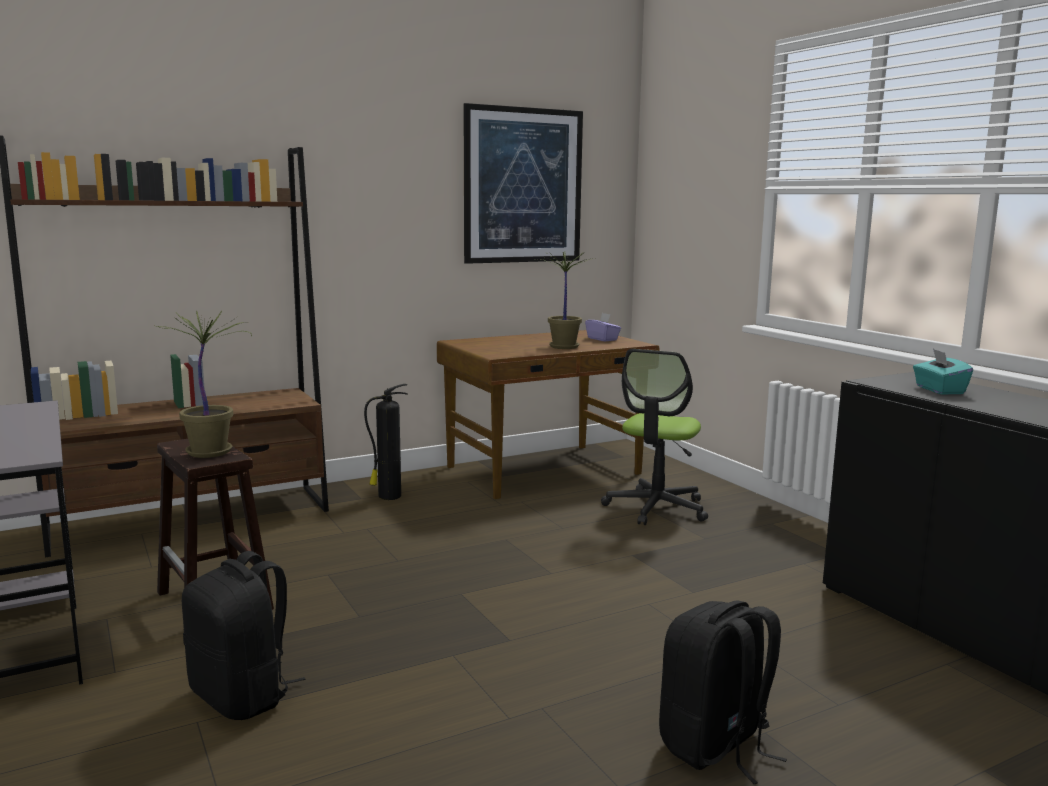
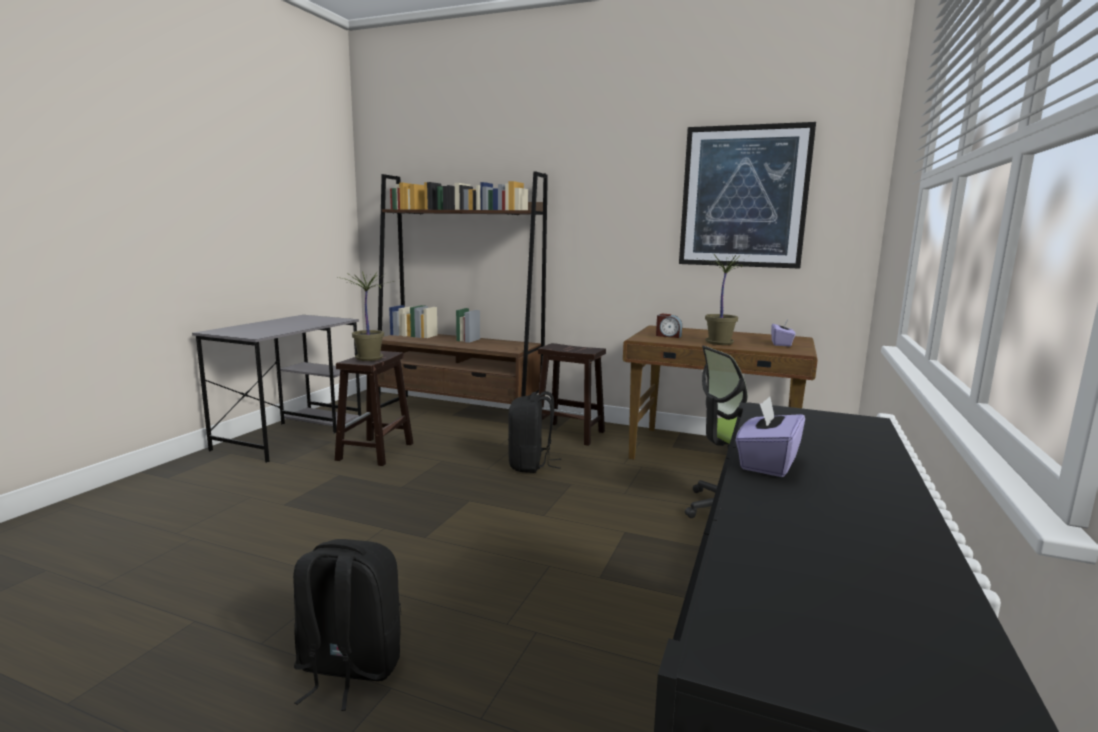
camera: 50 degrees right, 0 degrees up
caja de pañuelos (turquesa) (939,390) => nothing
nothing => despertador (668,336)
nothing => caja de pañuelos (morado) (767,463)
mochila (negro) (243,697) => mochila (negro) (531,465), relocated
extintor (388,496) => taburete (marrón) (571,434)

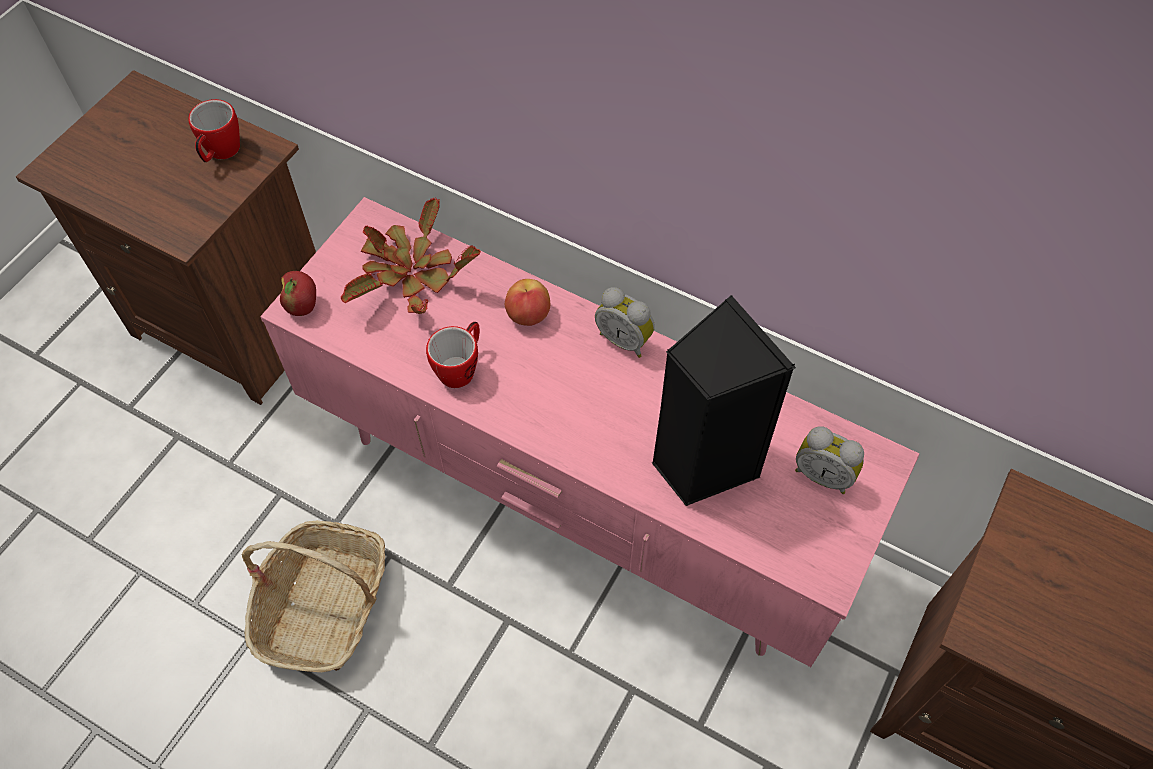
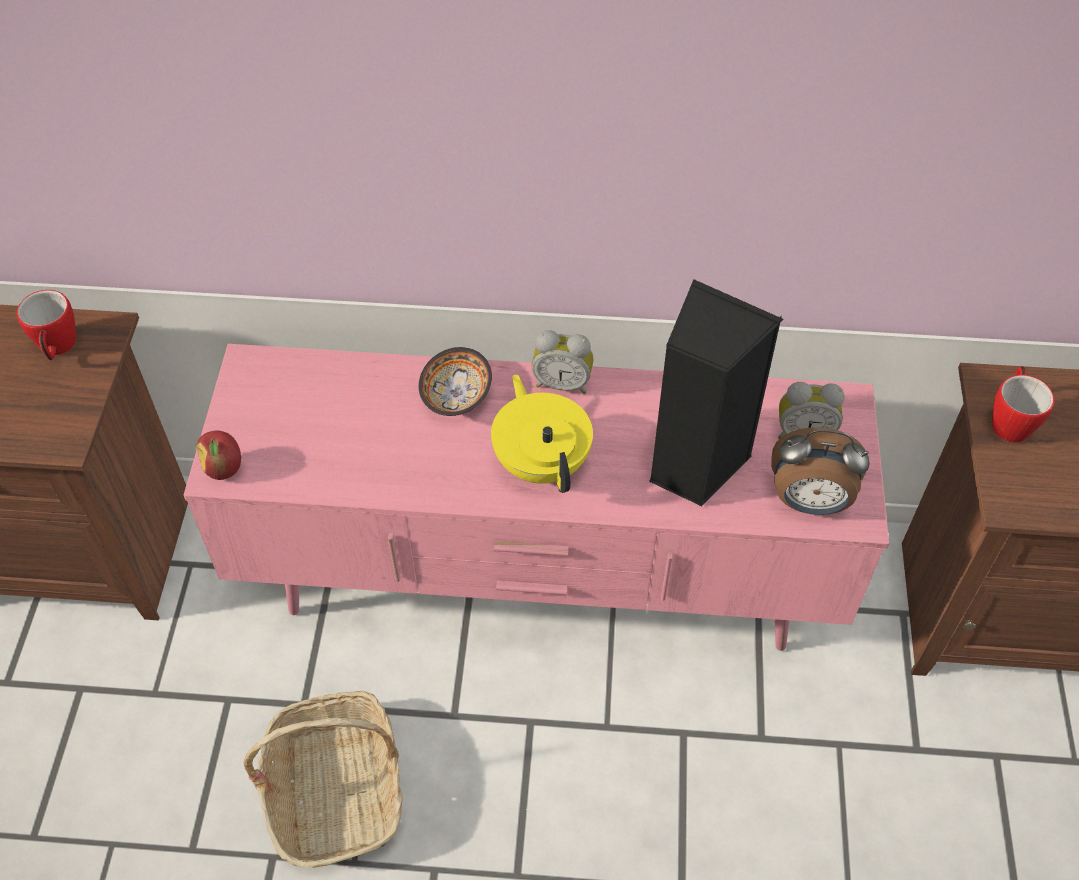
camera: 25 degrees left, 5 degrees down
planta en maceta (410,275) => nothing
nothing => tetera (amarillo) (542,461)
nothing => despertador (809,502)
taza grande (461,367) => taza grande (1010,420), relocated
manzana (528,315) => cuenco (458,394)

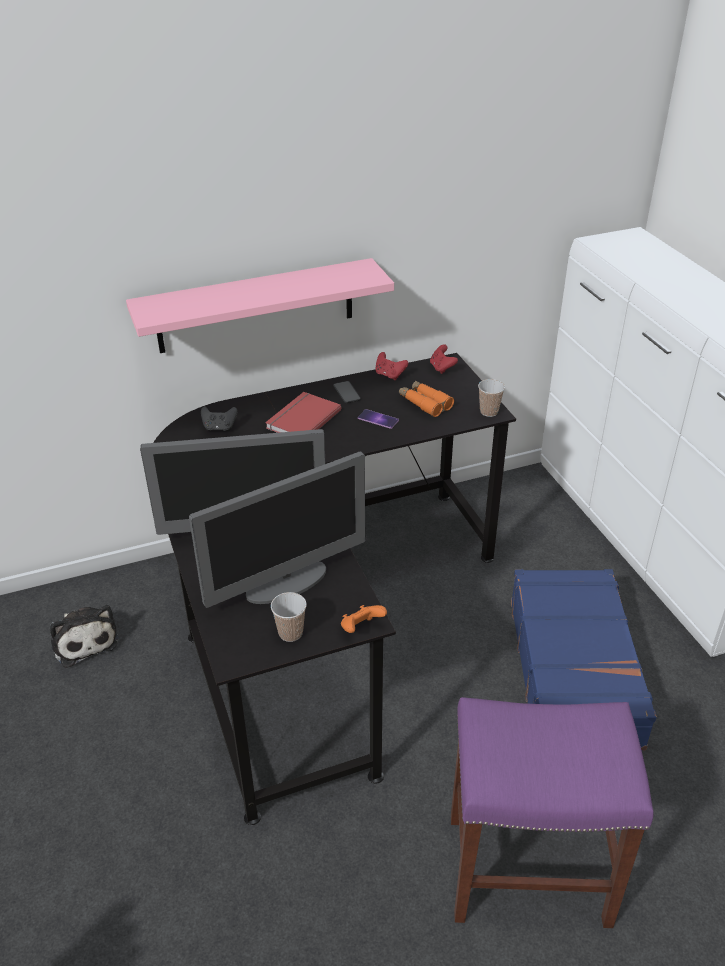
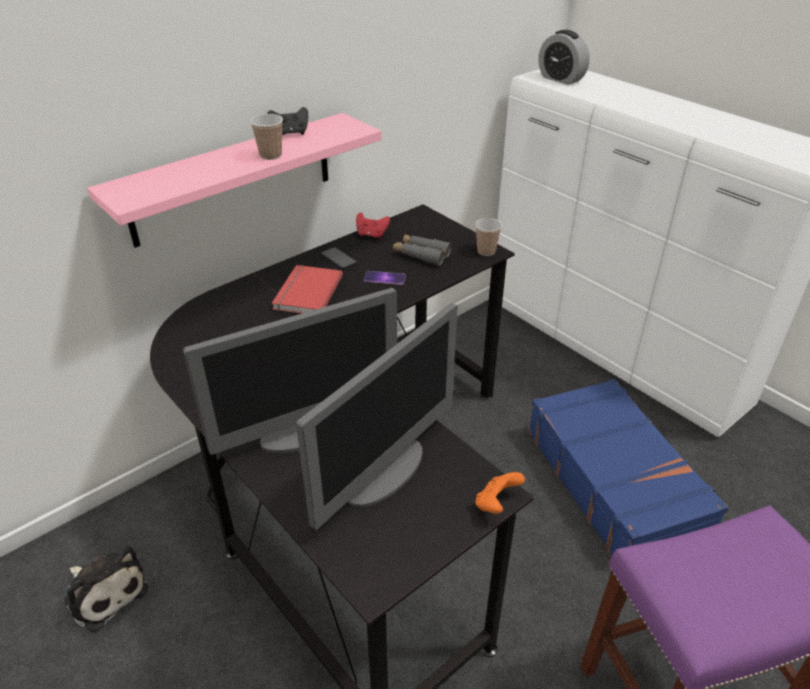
camera: 20 degrees left, 0 degrees up
mando de consola (rojo) (442,368) => nothing
nothing => despertador (560,79)
mando de consola (negro) (219,428) => mando de consola (negro) (290,133), relocated
taza (290,633) => taza (270,155), relocated
prismáticos (naranja) (425,403) => prismáticos (gris) (421,254)

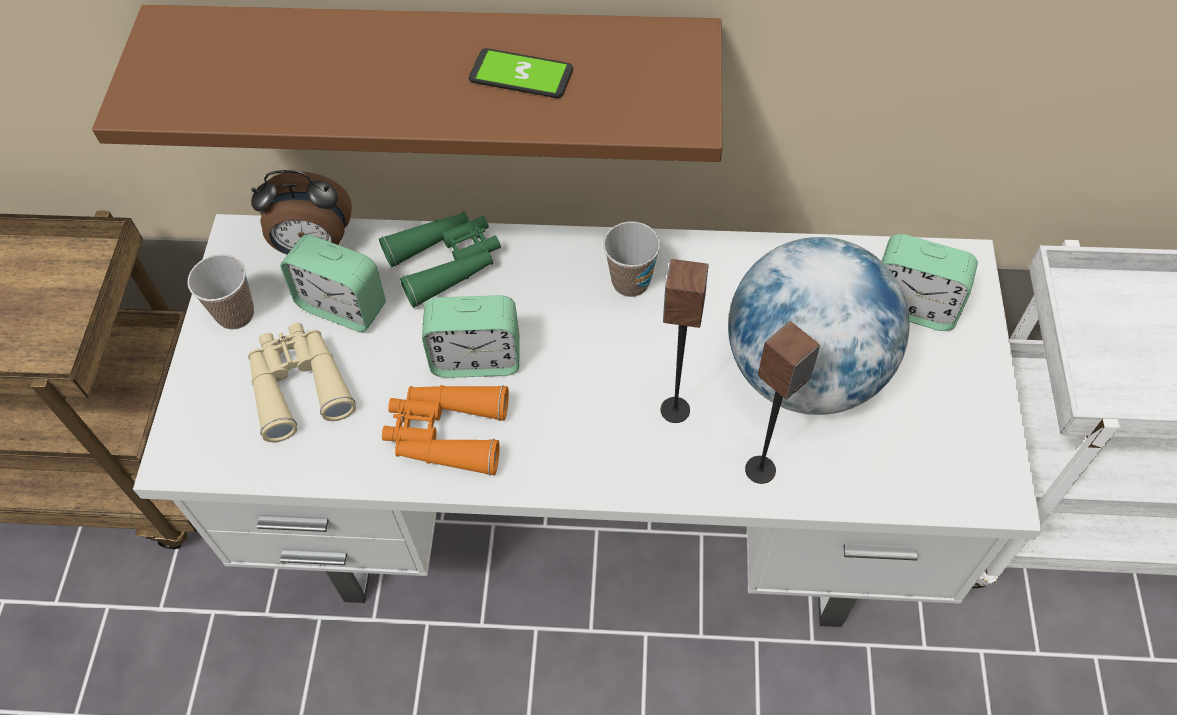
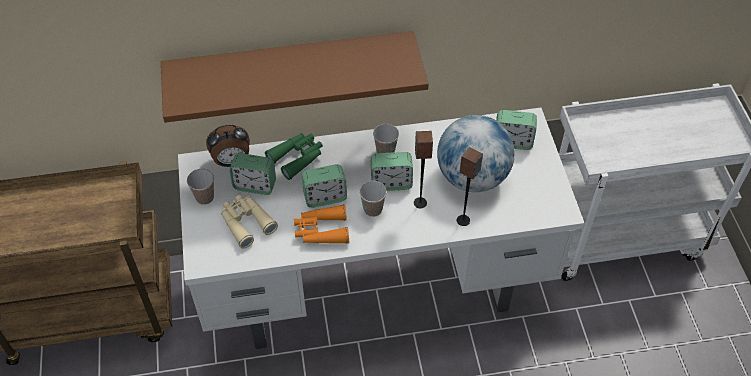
camera: 15 degrees left, 5 degrees down
móvil (521,75) => nothing
nothing => taza (373,209)
nothing => despertador (391,183)

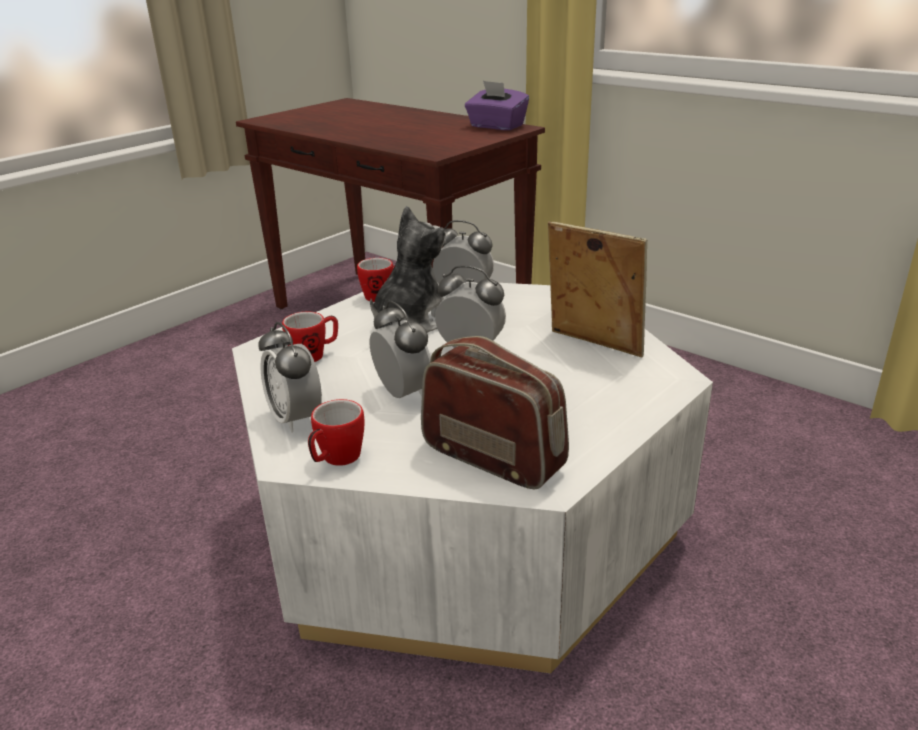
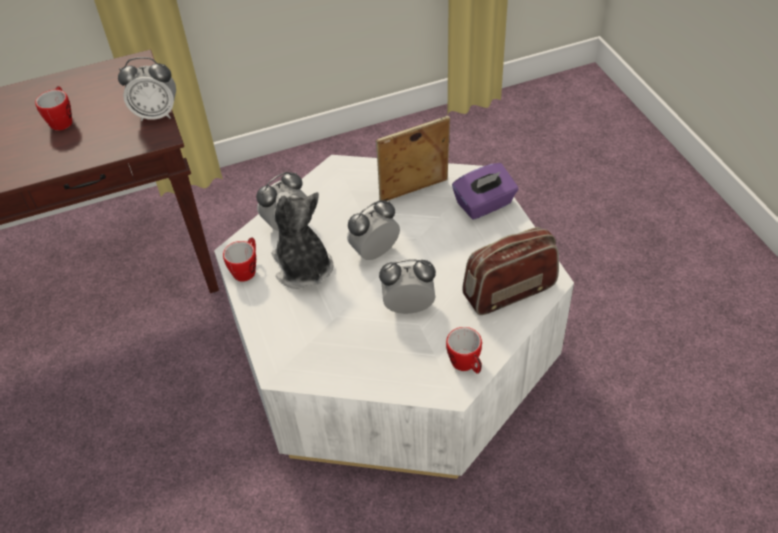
camera: 60 degrees left, 20 degrees up
despertador (295,418) => despertador (157,114), relocated
taza grande (314,355) => taza grande (62,120), relocated
caja de pañuelos (morado) (496,126) => caja de pañuelos (morado) (484,204), relocated

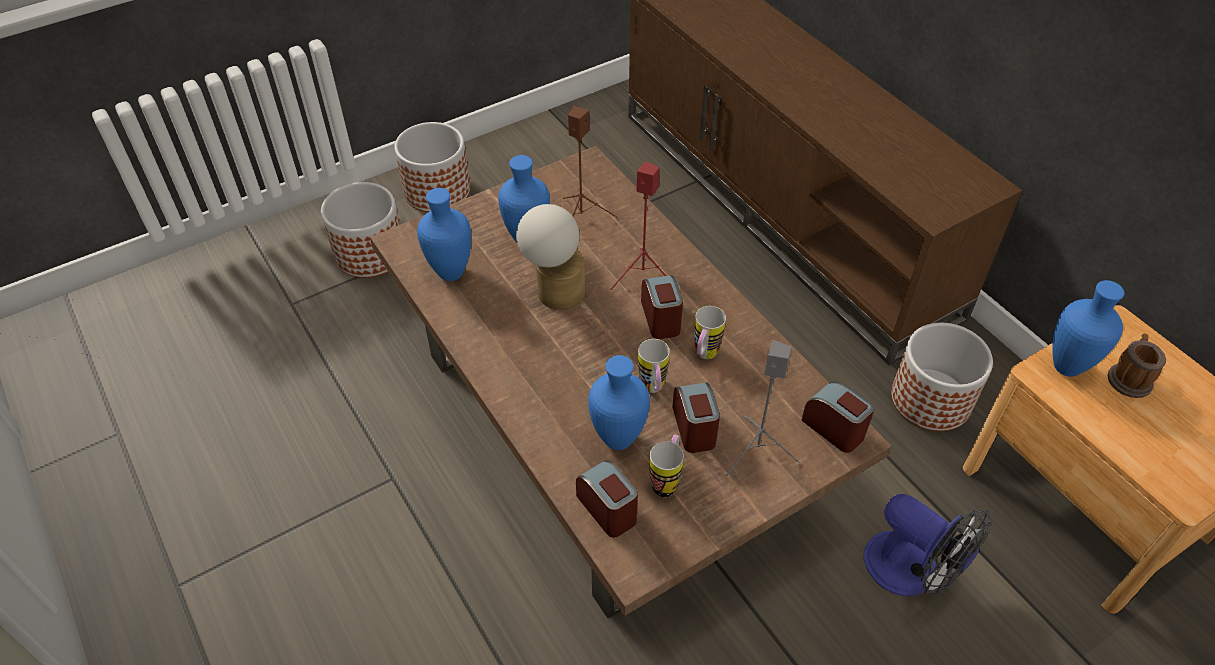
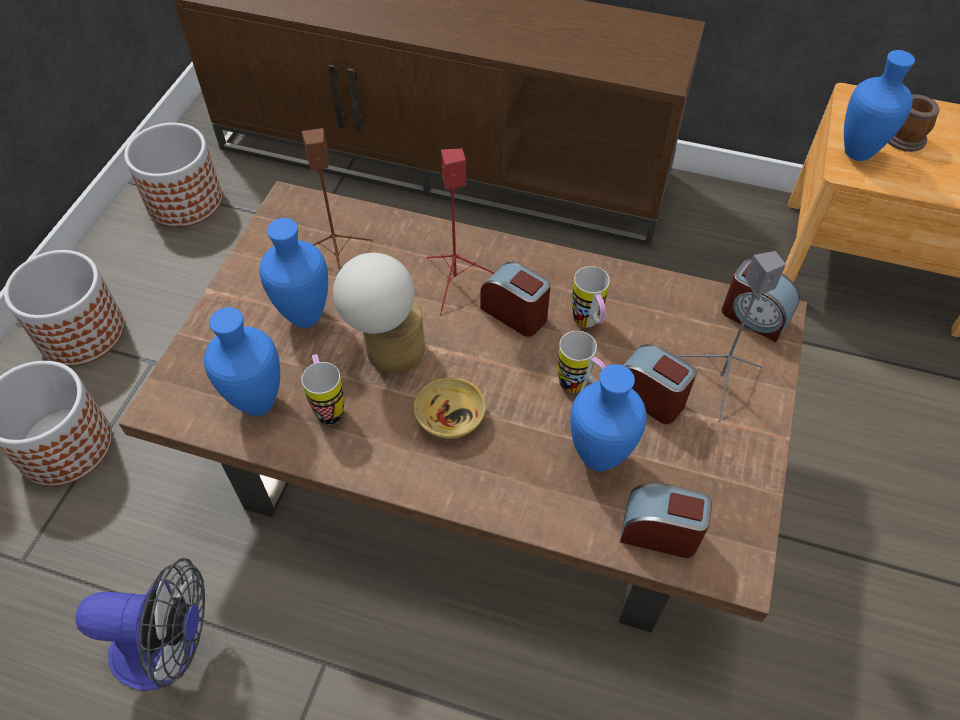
camera: 40 degrees left, 5 degrees up
nothing => cuenco (beis) (450,416)
taza grande (667,480) => taza grande (328,406), relocated
ventilador (912,572) => ventilador (169,649), relocated
maceta (931,400) => maceta (186,201), relocated
despertador (834,428) => despertador (754,317), 150 degrees counterclockwise

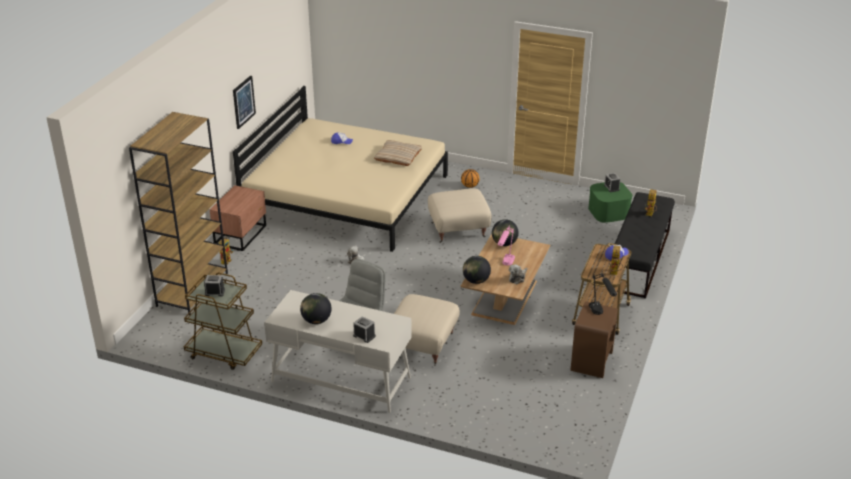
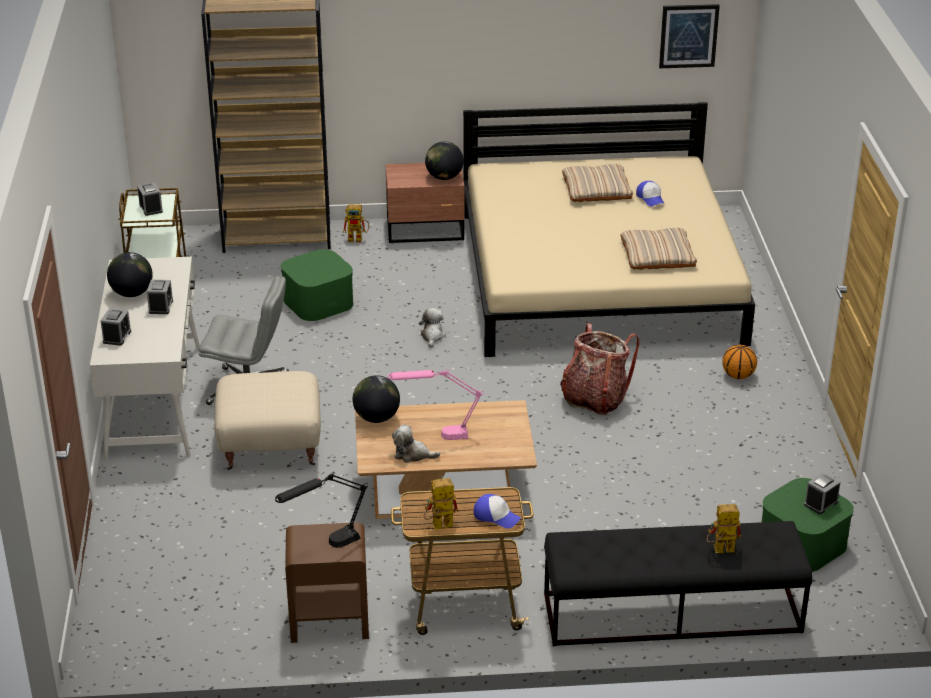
camera: 65 degrees right, 0 degrees up
nothing => despertador (161,306)
nothing => caja de almacenaje (verde) (318,301)
nothing => cojín (beis) (596,189)
cuadro (243,102) => cuadro (688,35), relocated
globo terráqueo (504,243) => globo terráqueo (444,177), relocated
puf (beis) (458,230) => mochila (595,399)

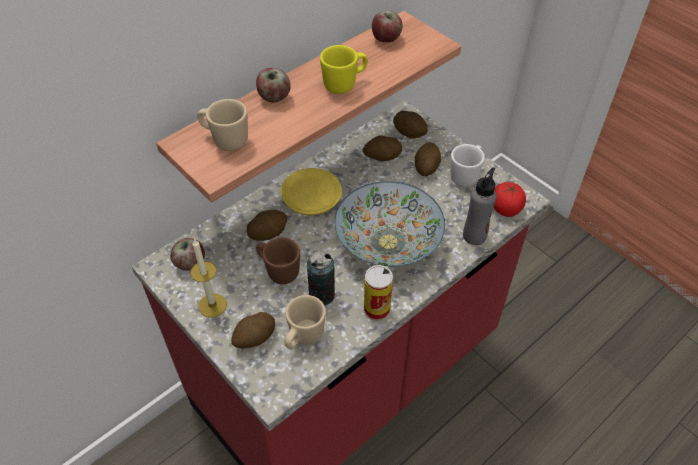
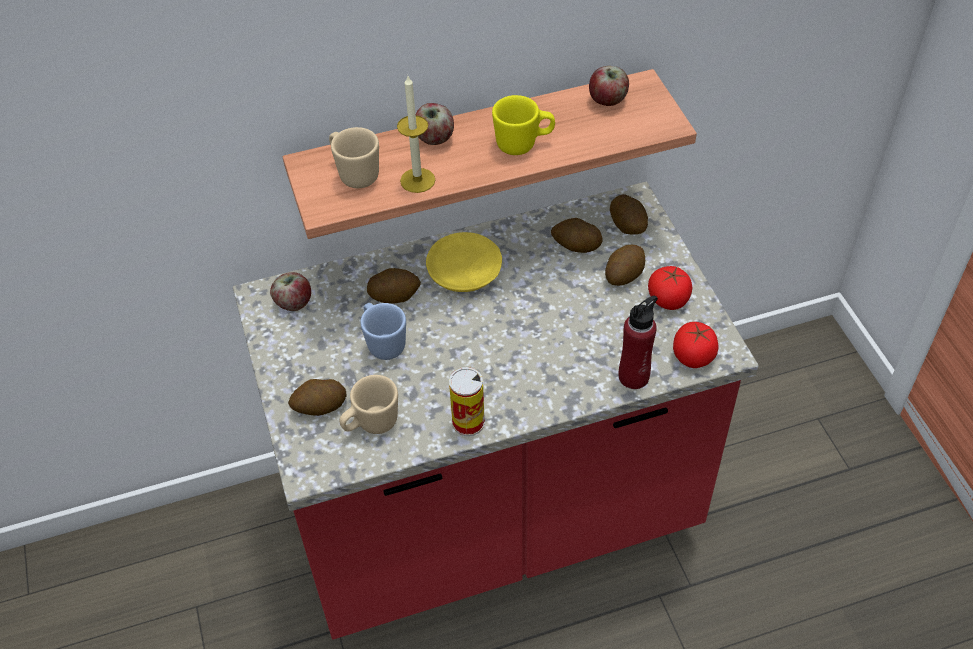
camera: 25 degrees right, 0 degrees up
lata (322,295) => nothing
cuenco (388,242) => nothing
vela (212,305) => vela (417,180), relocated
taza grande (blanco) (466,175) => tomate (668,299)
taza grande (marrón) (278,271) => taza grande (azul) (383,342)
botella (gris) (474,236) => botella (rojo) (634,376)

